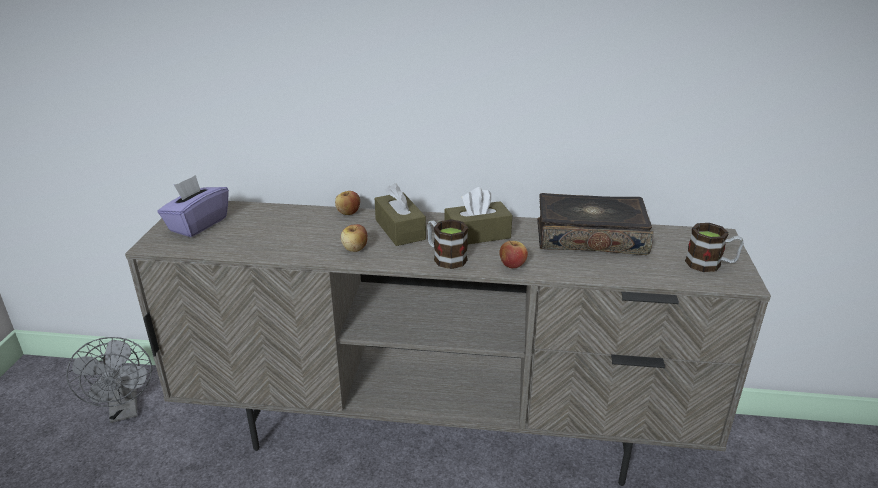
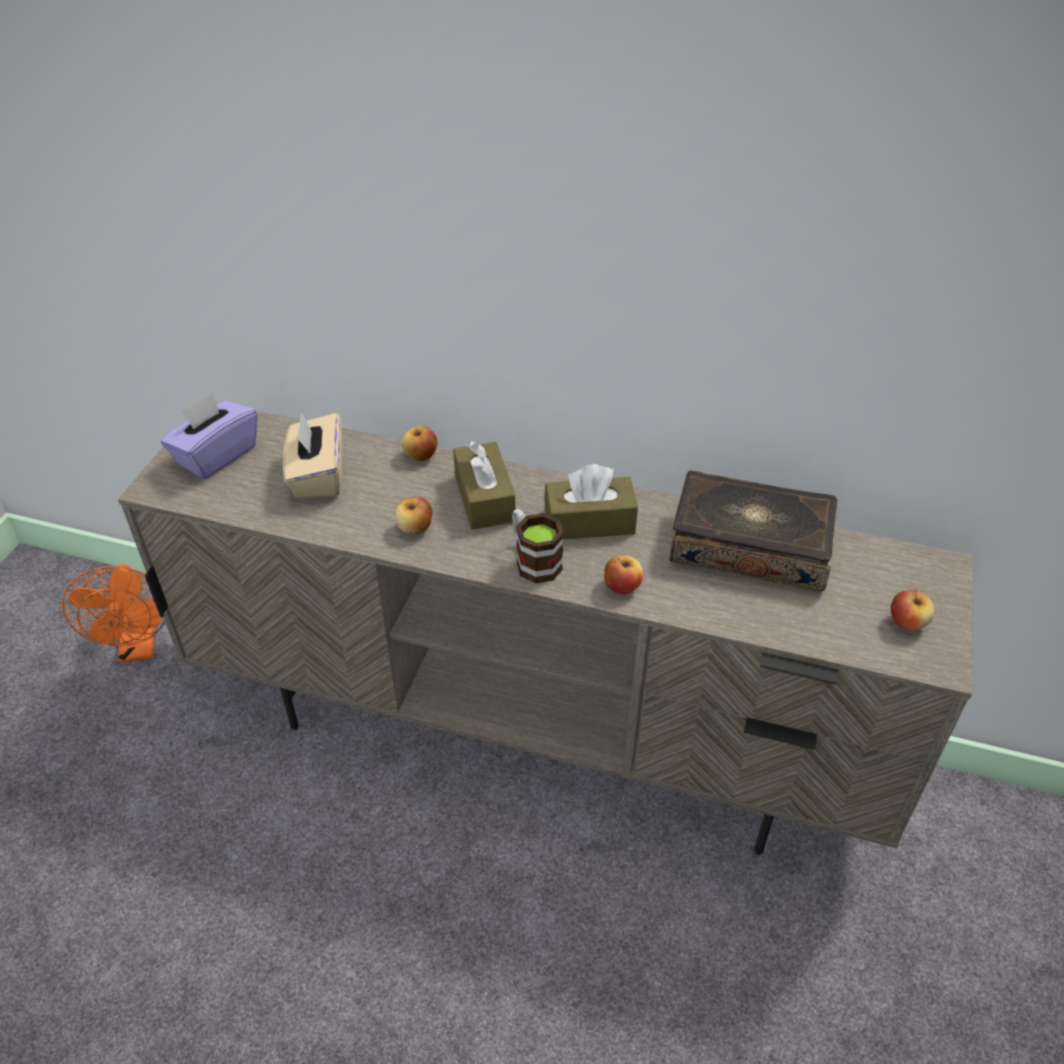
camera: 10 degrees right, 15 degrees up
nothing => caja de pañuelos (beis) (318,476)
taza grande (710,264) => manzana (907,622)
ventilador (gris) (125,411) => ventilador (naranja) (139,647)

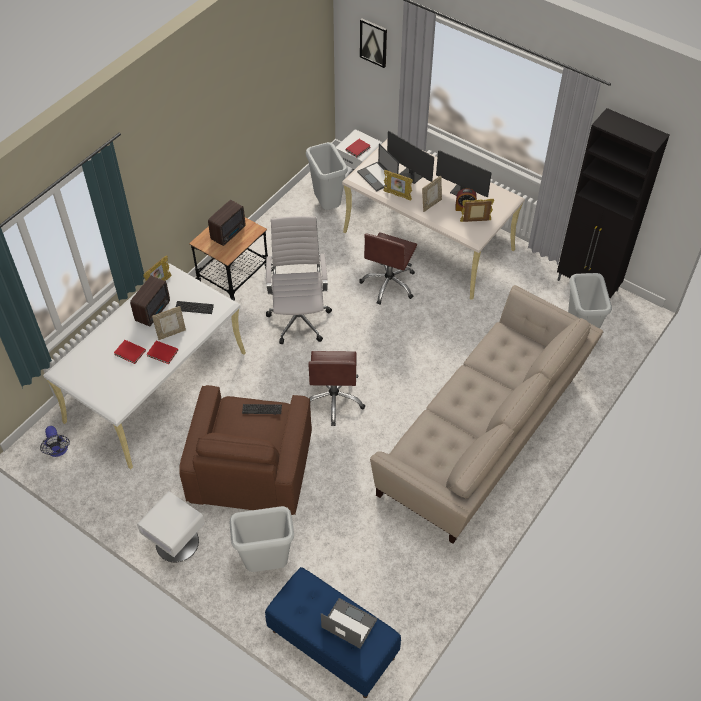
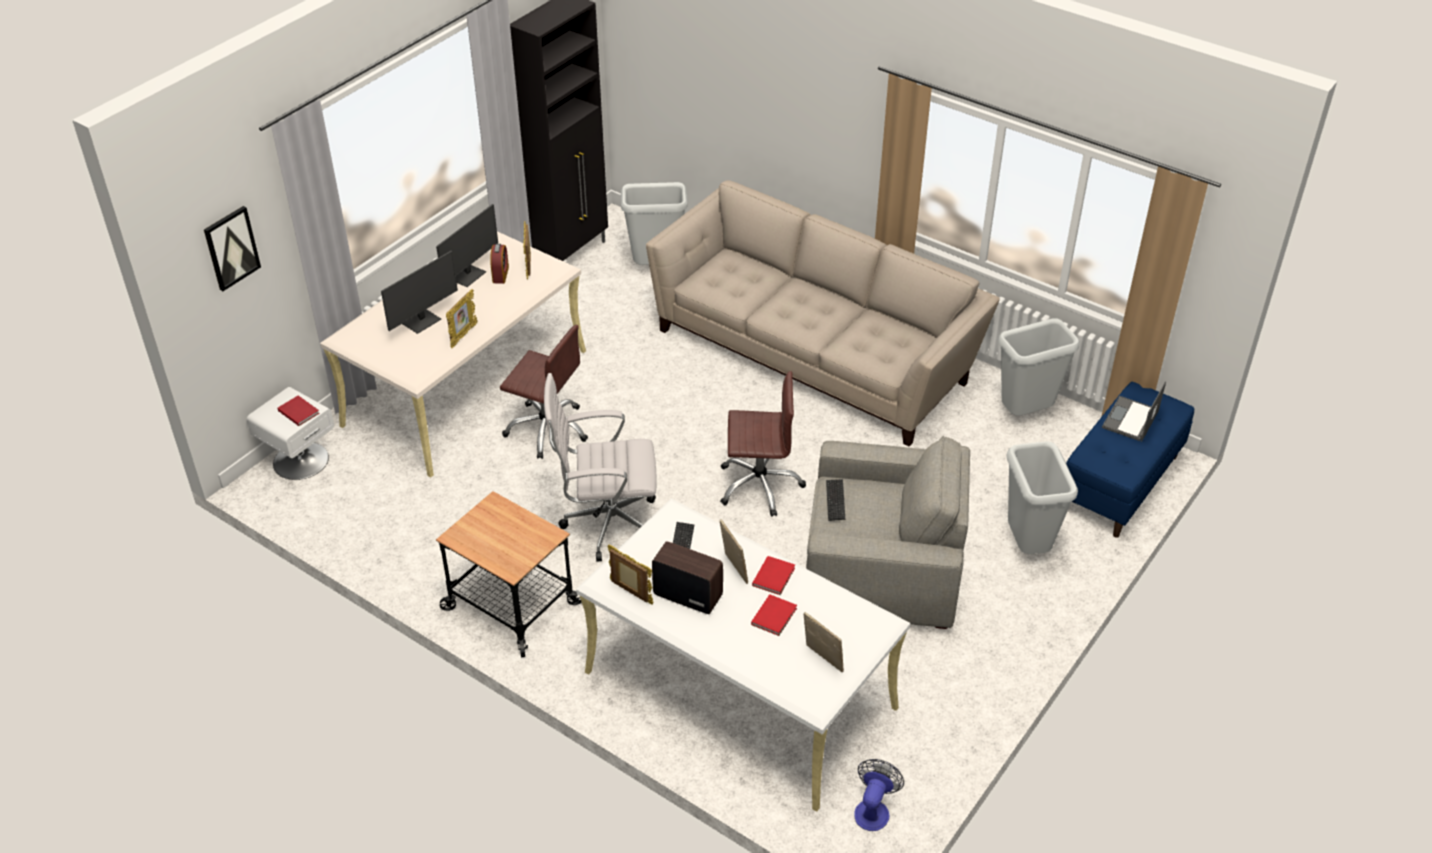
camera: 90 degrees left, 10 degrees down
mesita de noche (blanco) (176,543) => nothing
radio (229,233) => nothing
portátil (378,176) => nothing
papelera (gris) (326,205) => papelera (gris) (1025,415), relocated
portarretratos (431,204) => portarretratos (822,660), relocated
sillón (marrón) (251,468) => sillón (gris) (881,568)
ventilador (58,451) => ventilador (873,809), 45 degrees counterclockwise

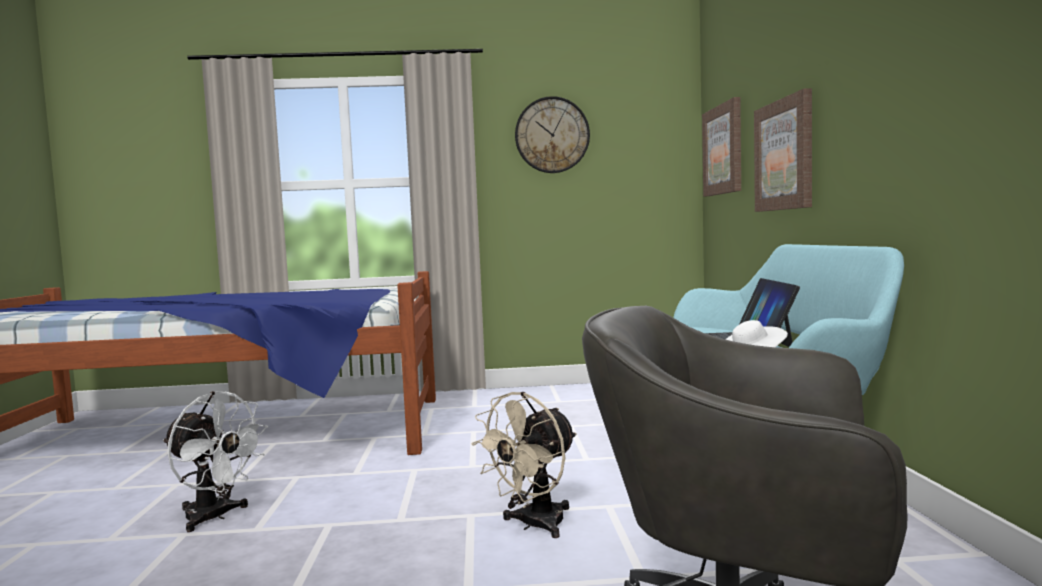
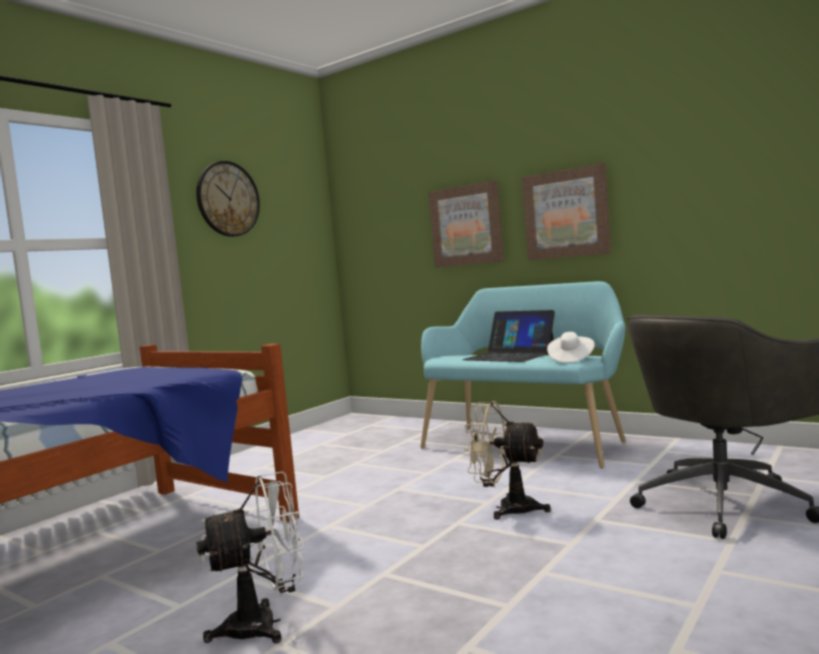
camera: 50 degrees left, 0 degrees up
cuadro (723,150) => cuadro (566,213), relocated
ventilador (beis) (533,525) => ventilador (beis) (507,508), 120 degrees clockwise

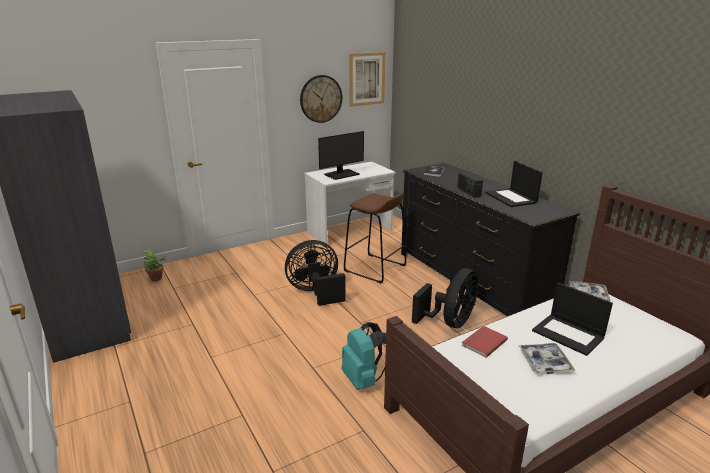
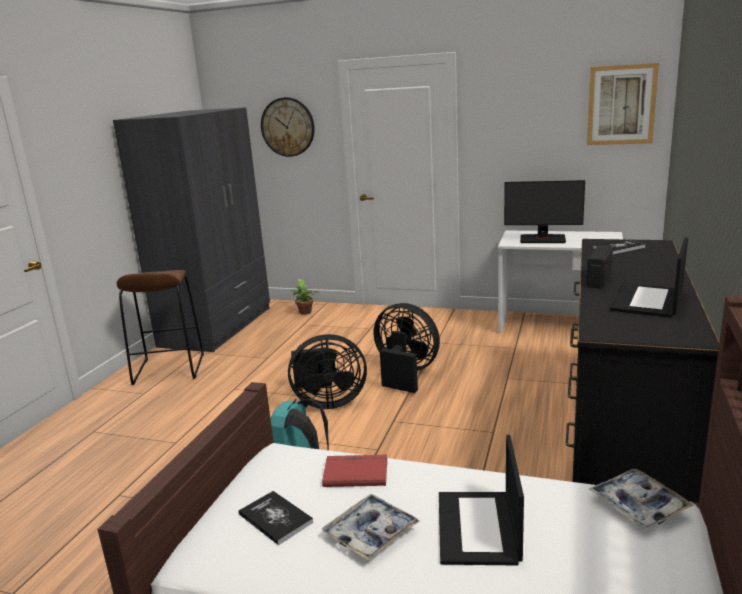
camera: 50 degrees right, 5 degrees down
nothing => libro (275,518)
reloj de pared (321,99) => reloj de pared (288,127), relocated
taburete (marrón) (375,268) => taburete (marrón) (169,369), relocated
ventilador (negro) (450,322) => ventilador (negro) (327,402), relocated

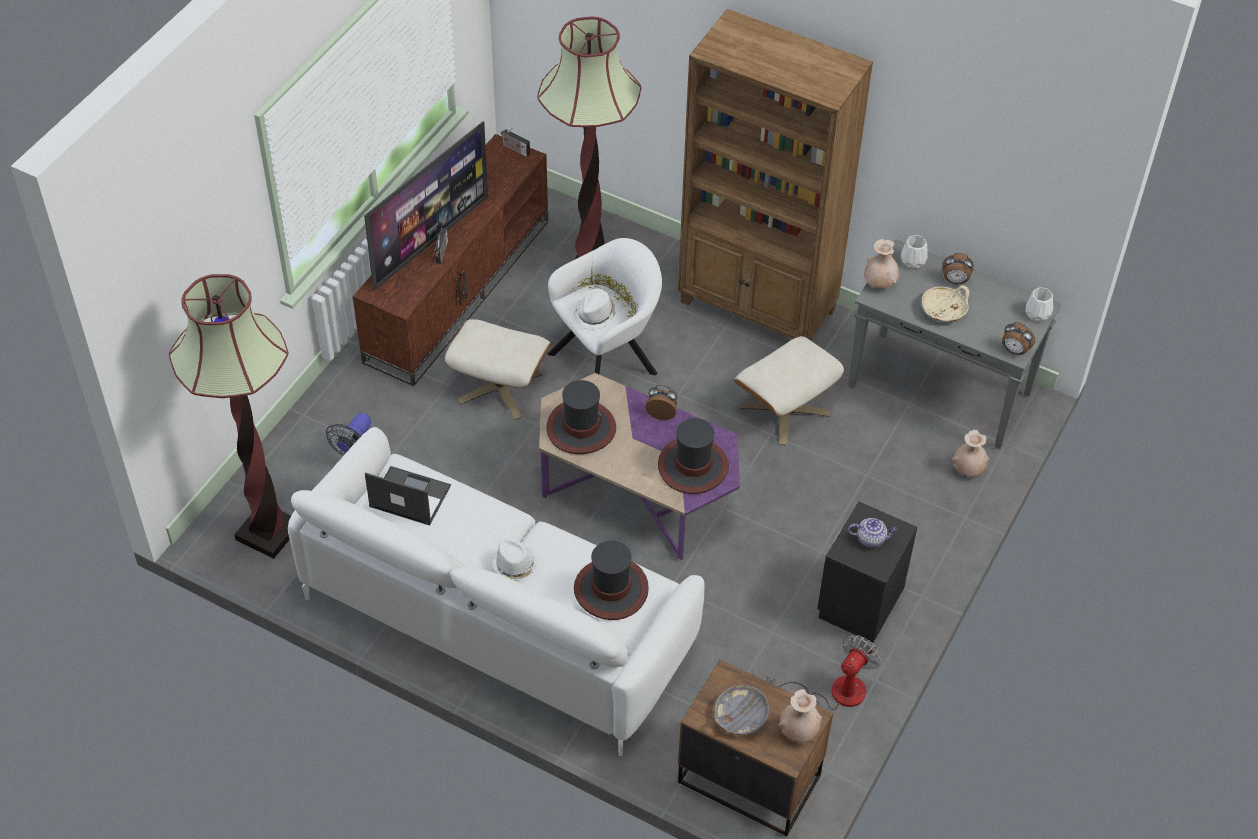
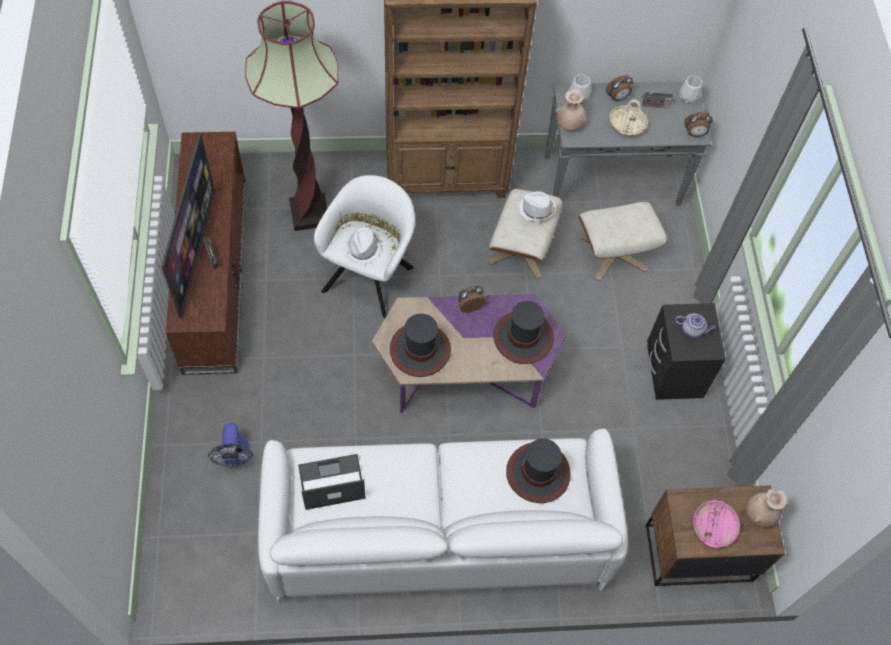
camera: 35 degrees left, 10 degrees up
lámpara de pie (268,532) => nothing
ventilador (834,692) => nothing
florero (beis) (968,469) => nothing
puf (beis) (499,388) => puf (beis) (614,254), relocated
sombrero (blanco) (514,565) => sombrero (blanco) (536,210), relocated
radio (515,149) => radio (654,105), relocated
cuenco (gris) (739,716) => cuenco (rosa) (713,528)
tetera (871,539) => tetera (692,330), 45 degrees clockwise

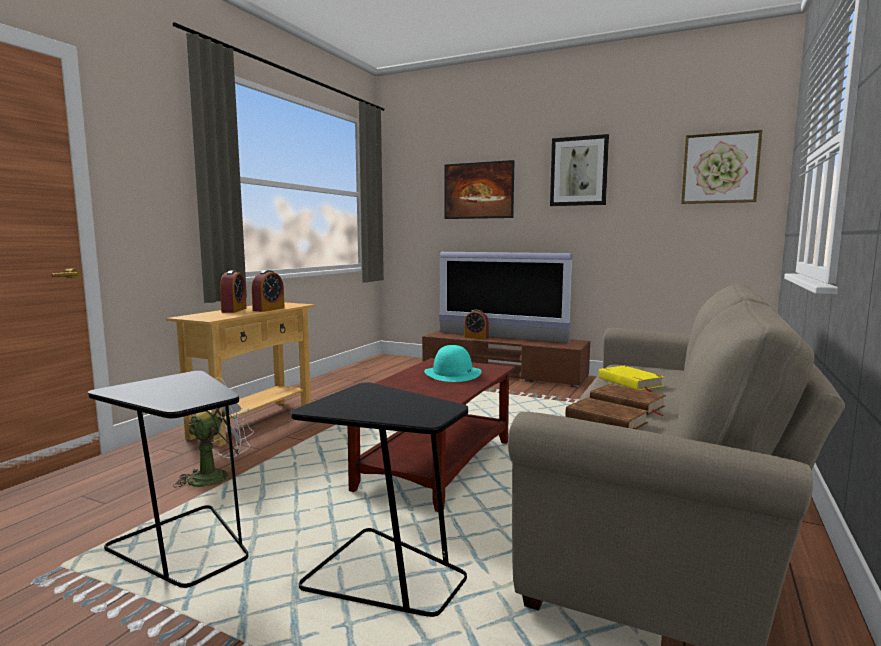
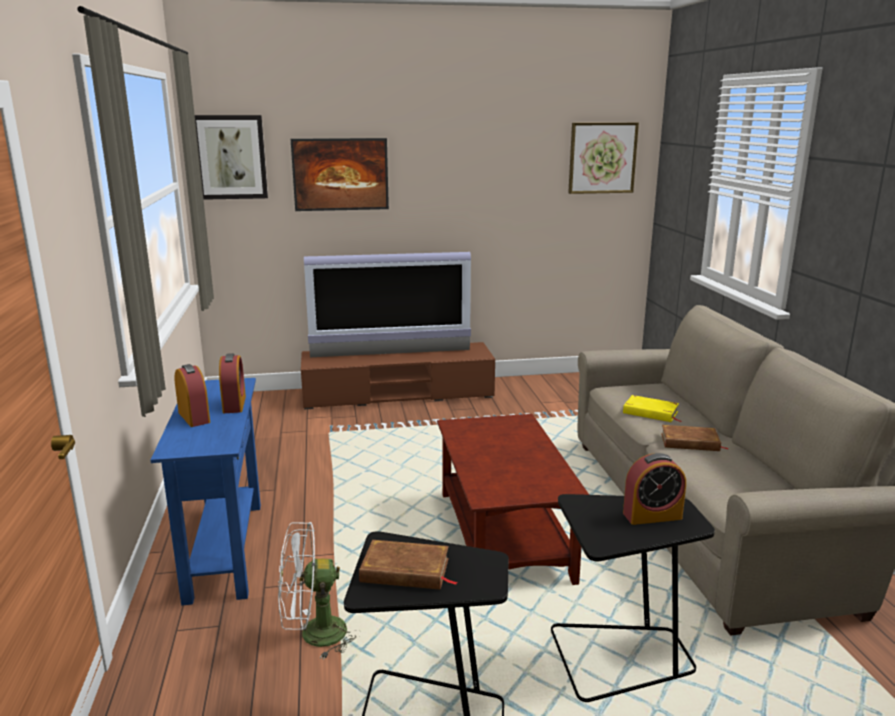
camera: 35 degrees left, 10 degrees up
sombrero (turquesa) (452,374) => nothing
despertador (476,337) => despertador (652,516), relocated
cuadro (579,171) => cuadro (230,157), relocated
libro (marrón) (606,421) => libro (marrón) (405,571), relocated
mesa consola (beis) (253,421) => mesa consola (azul) (225,550)
ventilador (blanco) (215,475) => ventilador (blanco) (313,635), 105 degrees counterclockwise

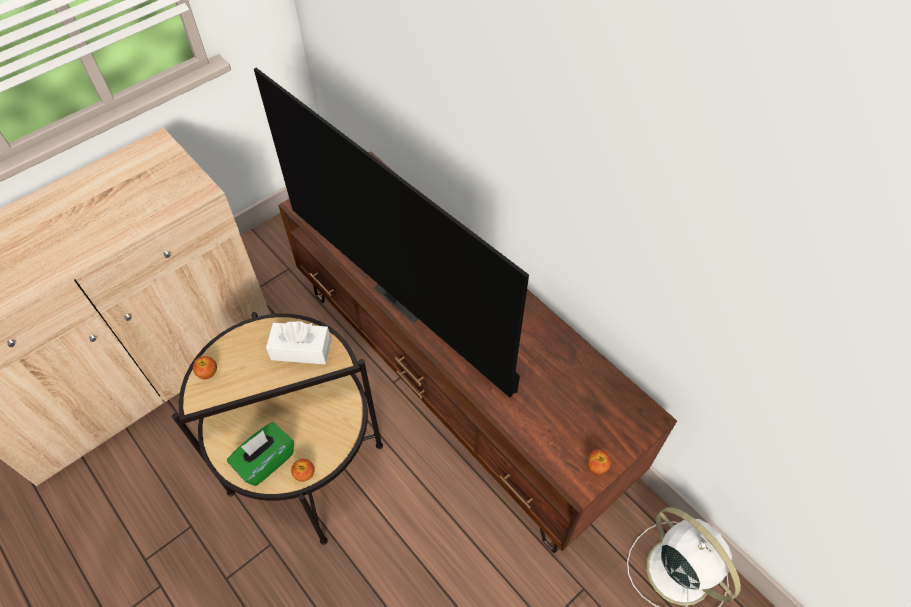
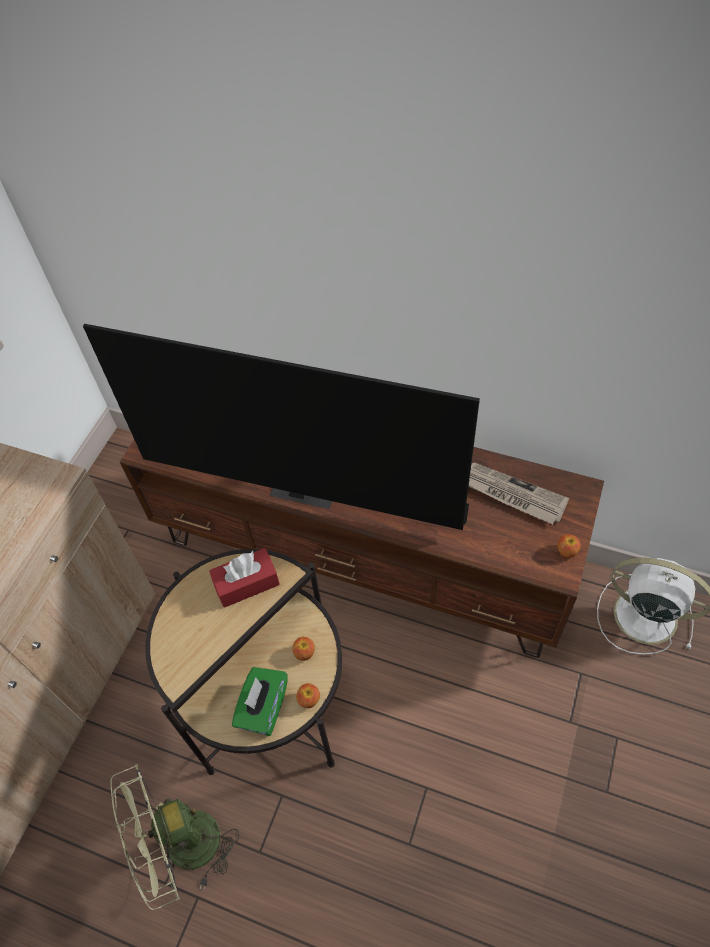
camera: 25 degrees left, 0 degrees up
nothing => ventilador (verde) (181,849)
nothing => periódico (512,495)
manzana (208,373) => manzana (304,652), relocated
caja de pañuelos (blanco) (301,349) => caja de pañuelos (rojo) (246,583)

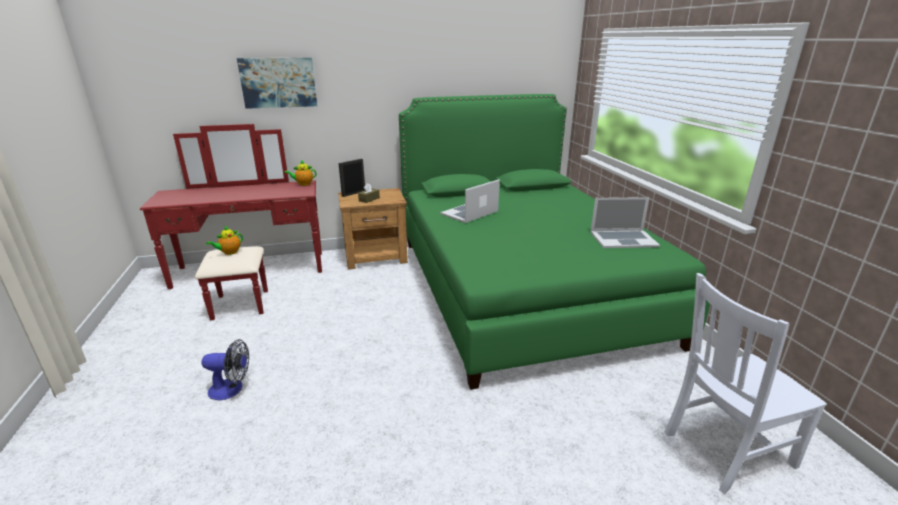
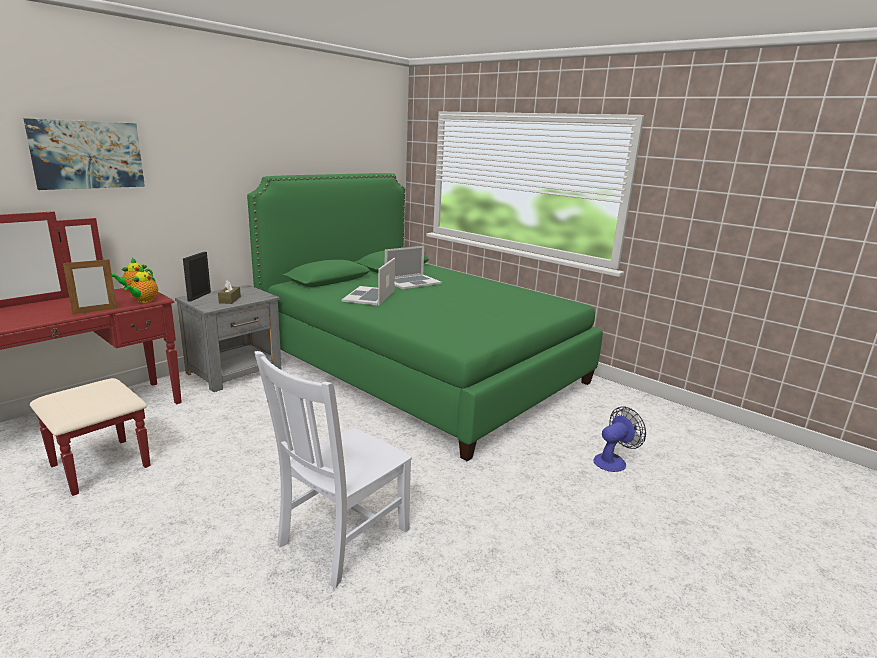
camera: 35 degrees left, 5 degrees down
nothing => portarretratos (95,311)
ventilador (231,389) => ventilador (613,460), relocated
tetera (229,252) => tetera (144,301), relocated
portátil (623,239) => portátil (412,282), relocated
silla (blanco) (724,450) => silla (blanco) (340,539), relocated
mesita de noche (marrón) (376,256) => mesita de noche (gris) (236,372)

